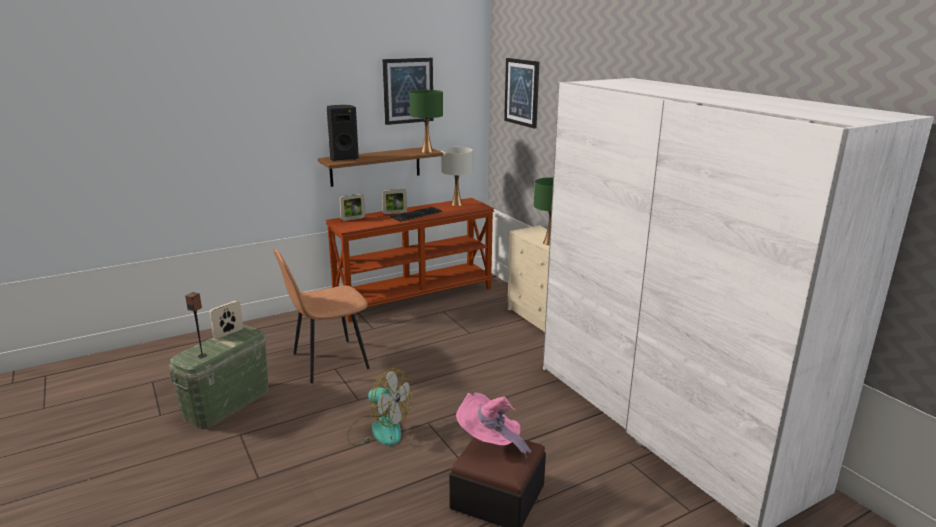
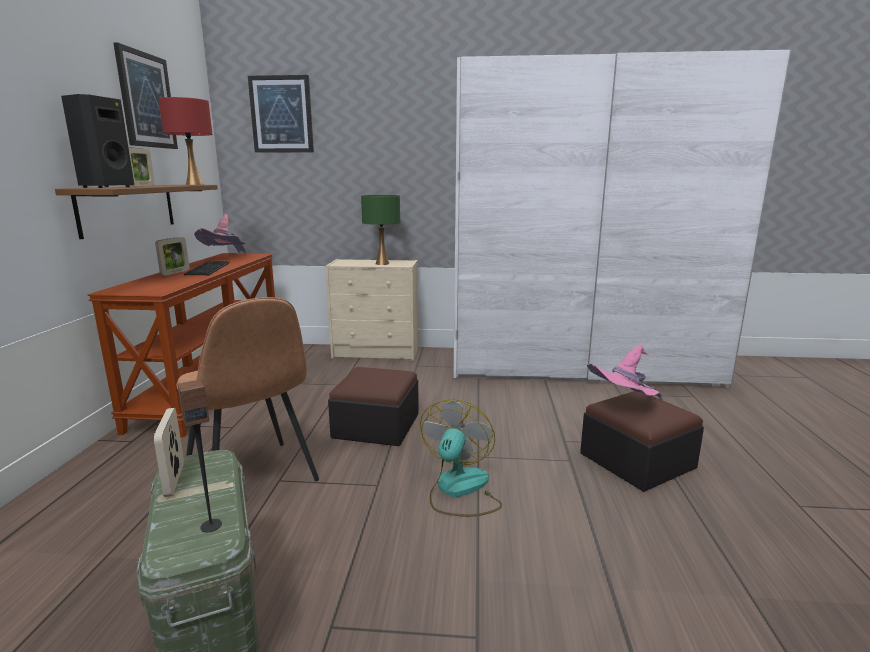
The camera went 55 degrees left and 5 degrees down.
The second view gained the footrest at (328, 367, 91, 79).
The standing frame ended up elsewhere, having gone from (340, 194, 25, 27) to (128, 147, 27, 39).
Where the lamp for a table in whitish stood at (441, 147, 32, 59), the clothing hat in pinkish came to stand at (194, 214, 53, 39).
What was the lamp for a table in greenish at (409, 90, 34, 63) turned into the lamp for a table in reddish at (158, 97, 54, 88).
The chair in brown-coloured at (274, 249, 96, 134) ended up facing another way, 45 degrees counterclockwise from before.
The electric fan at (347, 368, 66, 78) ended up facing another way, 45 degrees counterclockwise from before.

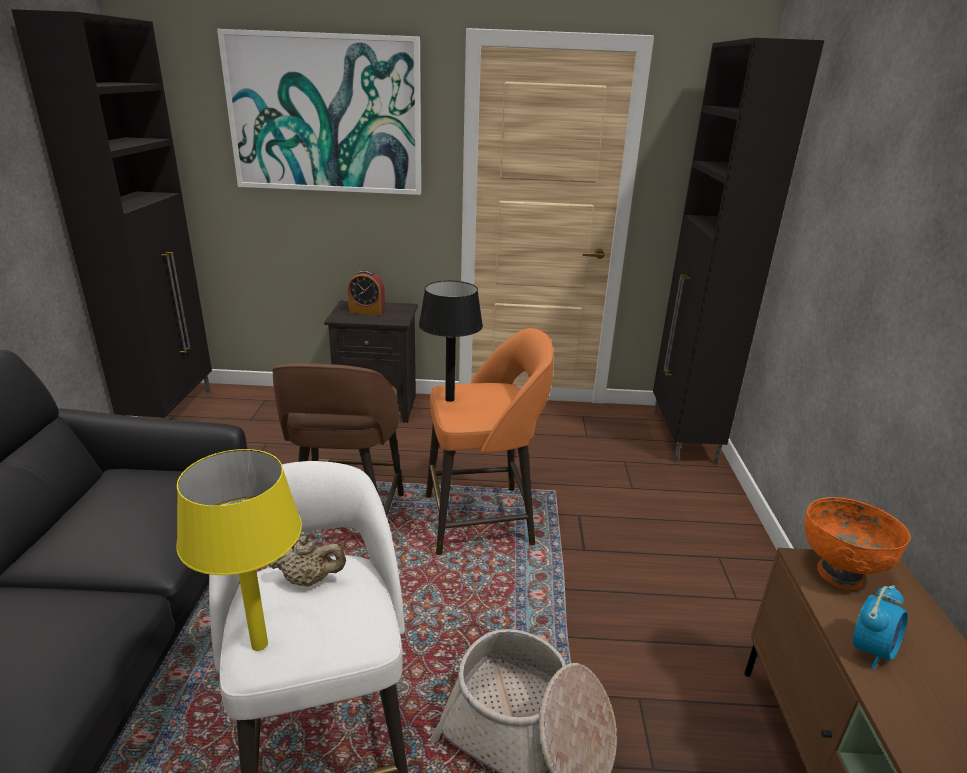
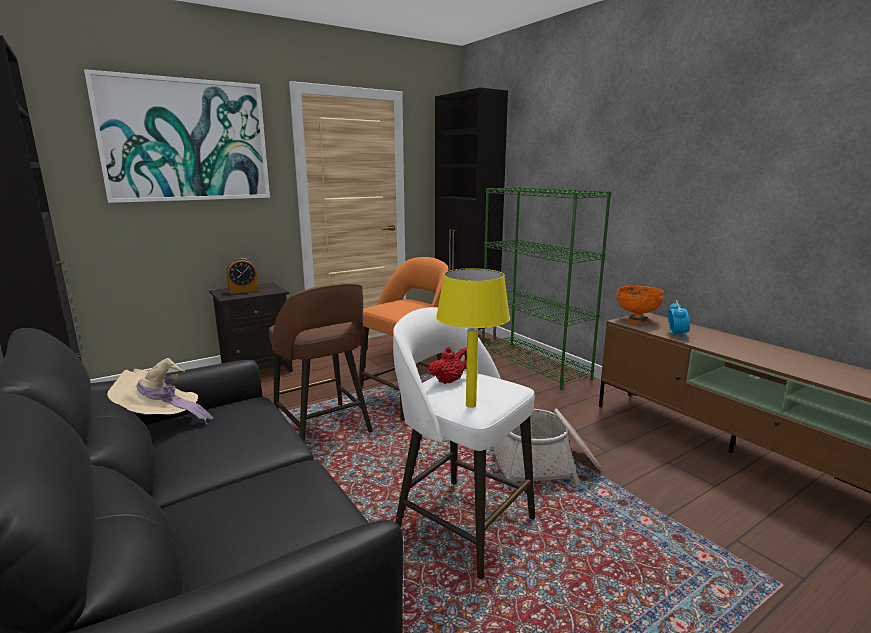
The camera went 35 degrees left and 10 degrees down.
The second view lost the lamp for a table in blackish at (419, 281, 64, 121).
The second view gained the clothing hat in sand-coloured at (107, 358, 106, 67).
The second view gained the bookshelf in greenish at (482, 187, 129, 203).
What was the tea pot in sand-coloured at (268, 536, 78, 50) turned into the tea pot in reddish at (428, 347, 39, 37).

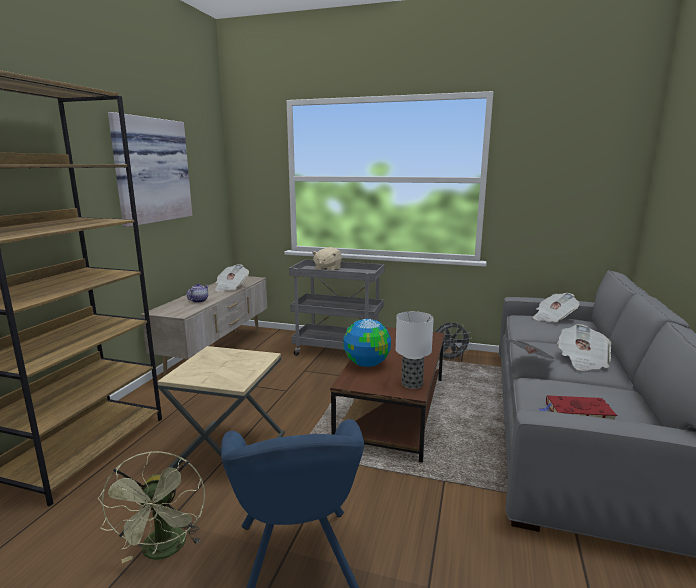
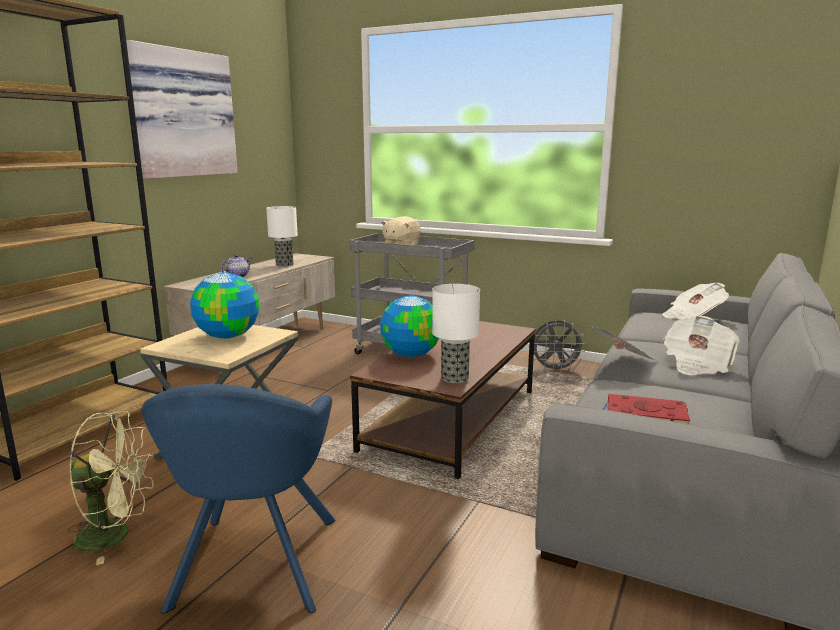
The camera went 10 degrees right and 0 degrees up.
The second view gained the world globe at (190, 272, 69, 67).
Where the newspaper stood at (215, 264, 34, 28), the lamp for a table came to stand at (266, 206, 32, 61).
The electric fan in greenish at (98, 451, 107, 112) ended up facing another way, 90 degrees counterclockwise from before.

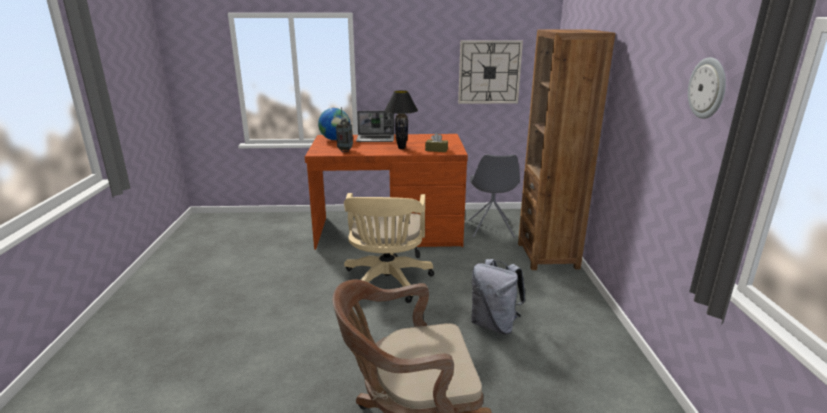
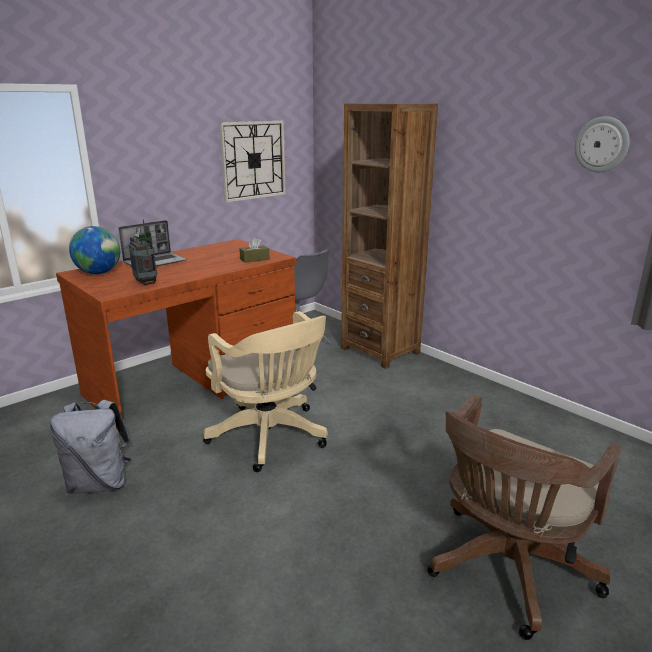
The camera went 40 degrees left and 0 degrees up.
The second view lost the lamp for a table in blackish at (385, 90, 33, 59).
The backpack in greyish ended up elsewhere, having gone from (471, 259, 54, 75) to (50, 399, 81, 95).

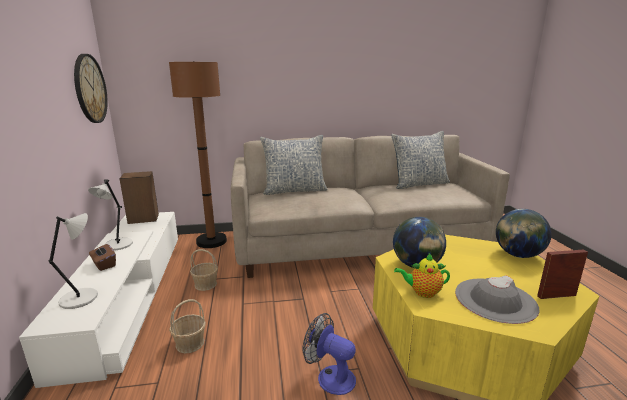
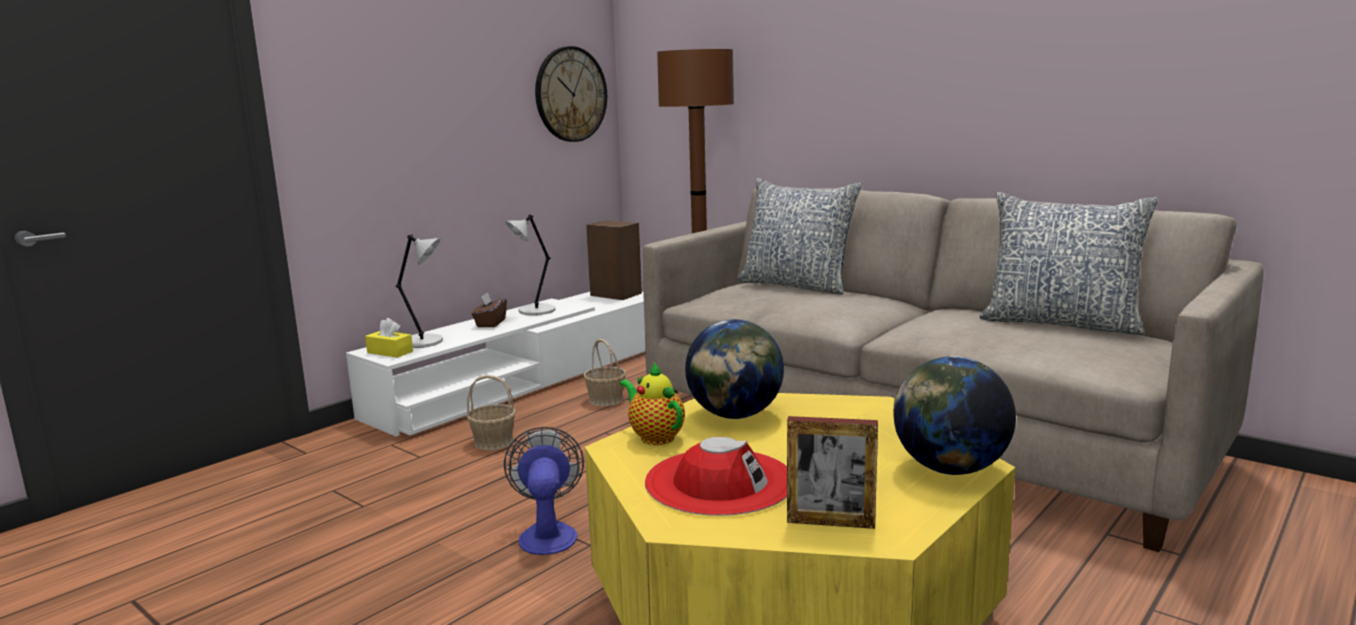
The camera went 50 degrees right and 5 degrees down.
The second view gained the tissue holder in yellow-coloured at (365, 318, 48, 40).
What was the clothing hat in greyish at (455, 275, 85, 49) turned into the clothing hat in reddish at (645, 437, 142, 79).
The standing frame at (537, 249, 51, 50) ended up facing another way, 150 degrees clockwise from before.

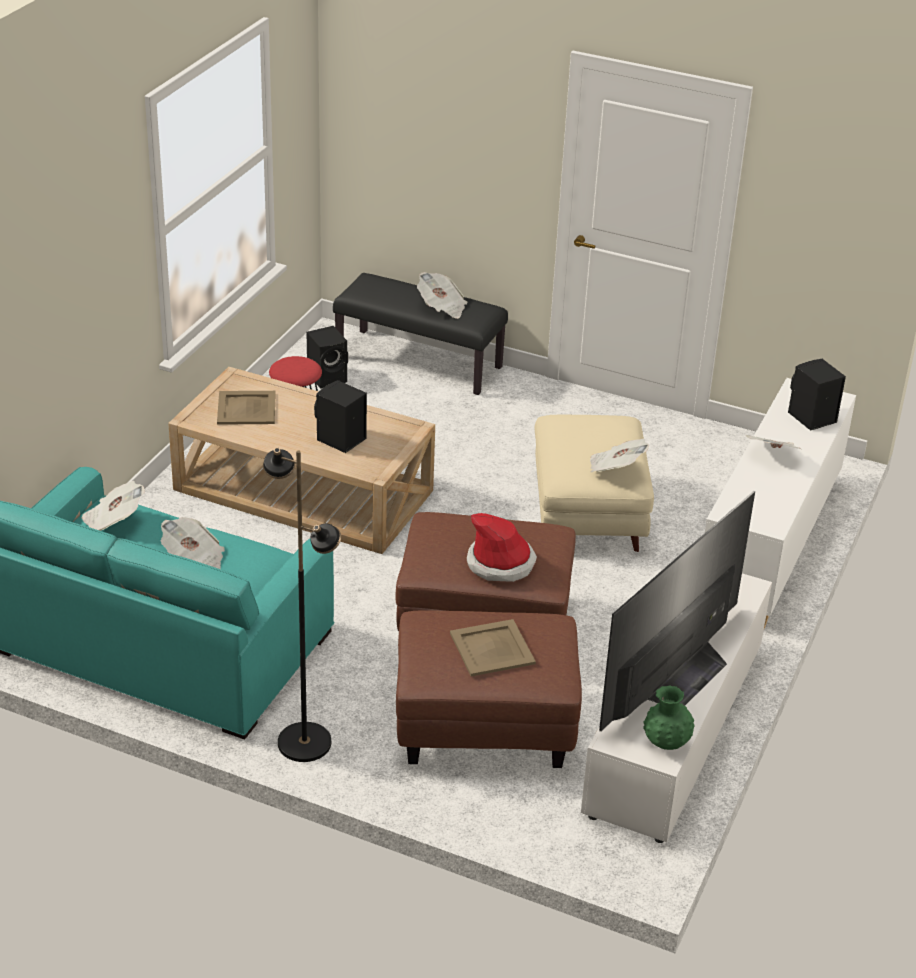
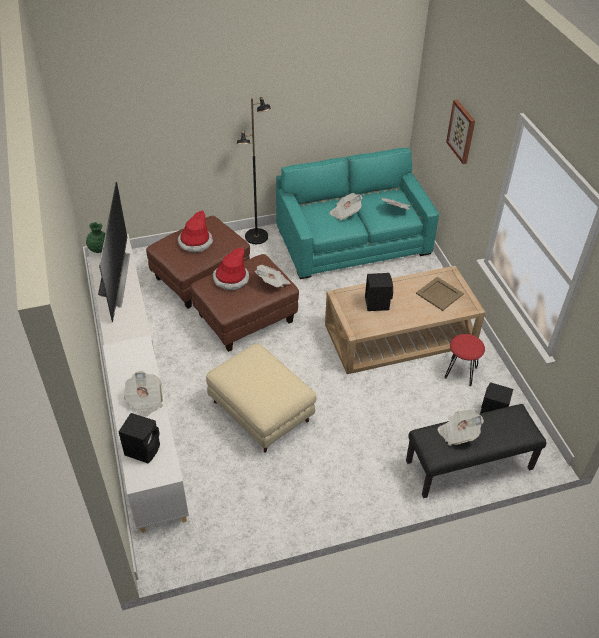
The camera went 140 degrees right and 10 degrees up.
The second view gained the picture at (446, 99, 29, 65).
The newspaper ended up elsewhere, having gone from (590, 439, 59, 33) to (255, 265, 35, 23).
Where the serving tray in sand-coloured stood at (450, 619, 86, 57), the clothing hat came to stand at (178, 210, 35, 43).

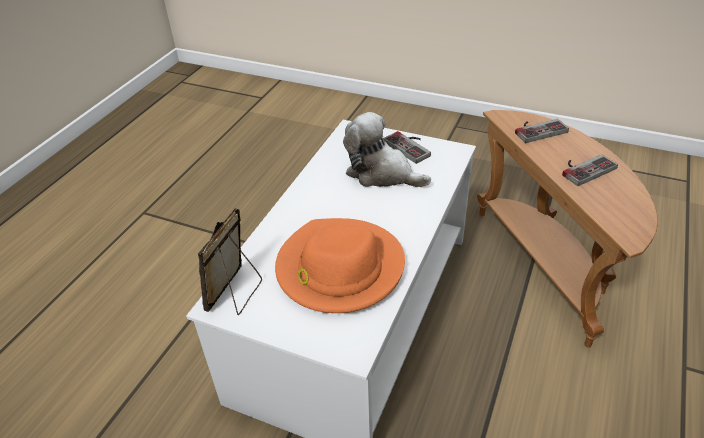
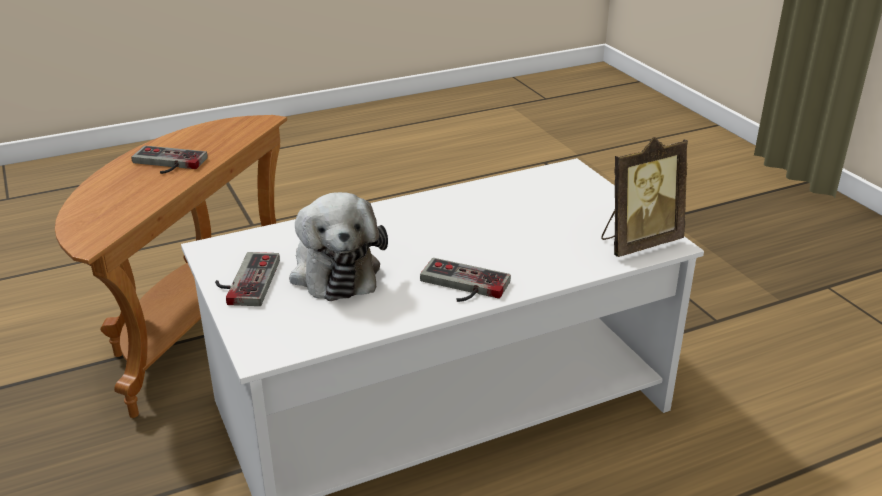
The camera went 140 degrees left and 10 degrees down.
The second view lost the clothing hat in orange at (275, 218, 130, 95).
The joypad ended up elsewhere, having gone from (515, 119, 54, 24) to (420, 258, 91, 44).

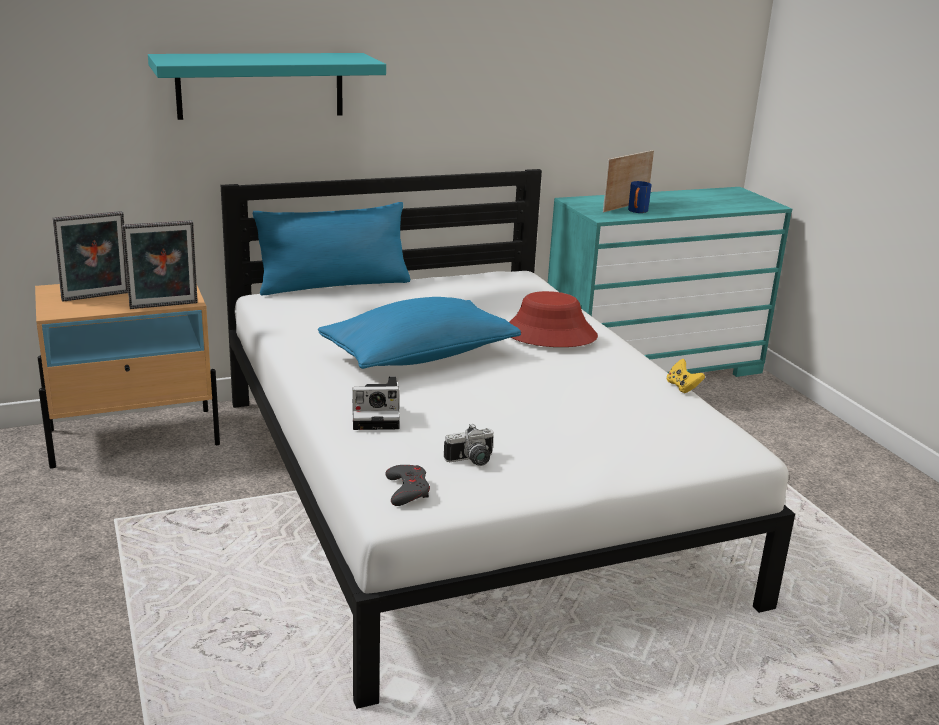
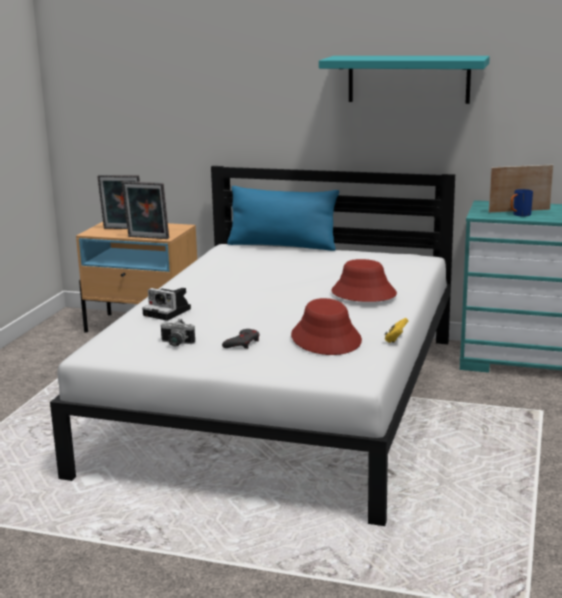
The camera went 40 degrees right and 5 degrees down.
The second view lost the cushion in bluish at (318, 297, 203, 72).
The second view gained the clothing hat in reddish at (291, 298, 71, 57).
The bracket shelf in turquoise ended up elsewhere, having gone from (148, 53, 238, 67) to (319, 56, 171, 48).
The joypad in greyish ended up elsewhere, having gone from (385, 465, 45, 41) to (222, 329, 38, 20).

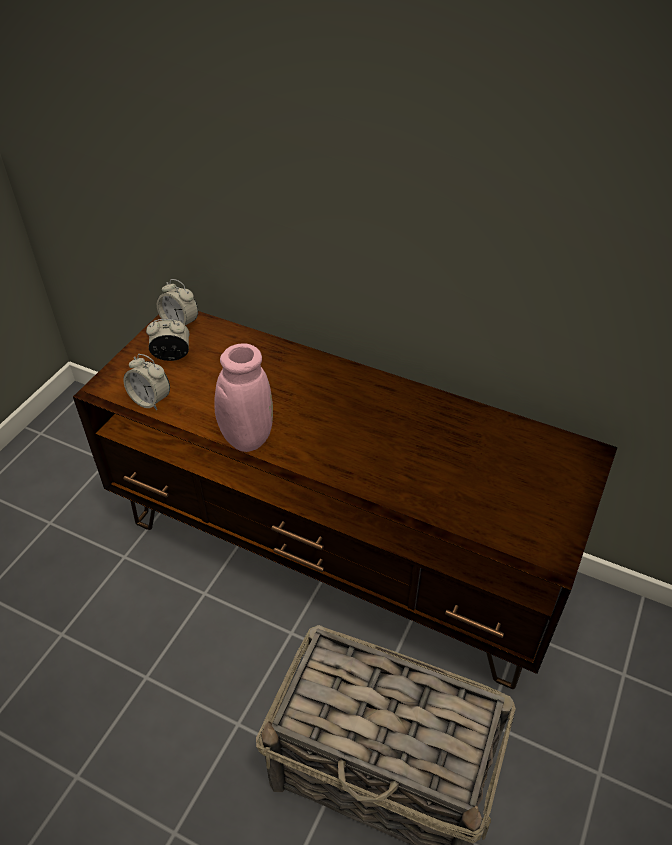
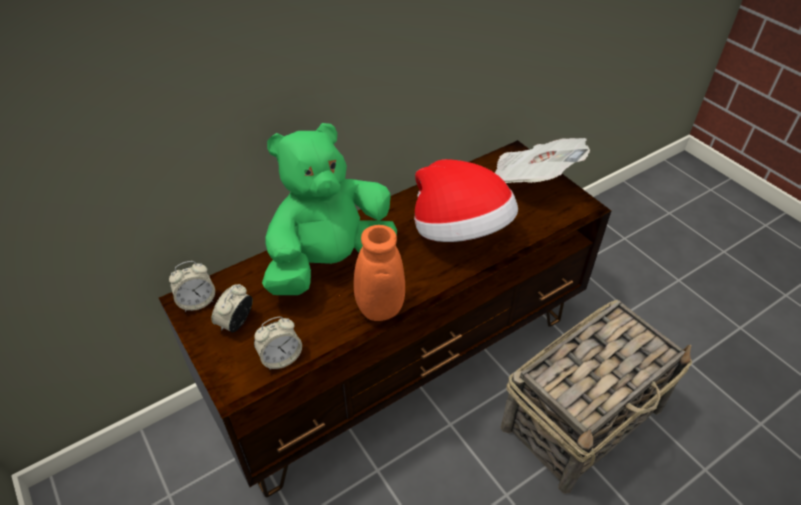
The camera went 60 degrees left and 0 degrees up.
The second view gained the soft toy in greenish at (262, 123, 135, 172).
The second view gained the clothing hat at (414, 159, 104, 83).
The second view gained the newspaper at (495, 138, 95, 45).
What was the decorative vase in pinkish at (142, 343, 131, 109) turned into the decorative vase in orange at (354, 225, 51, 96).

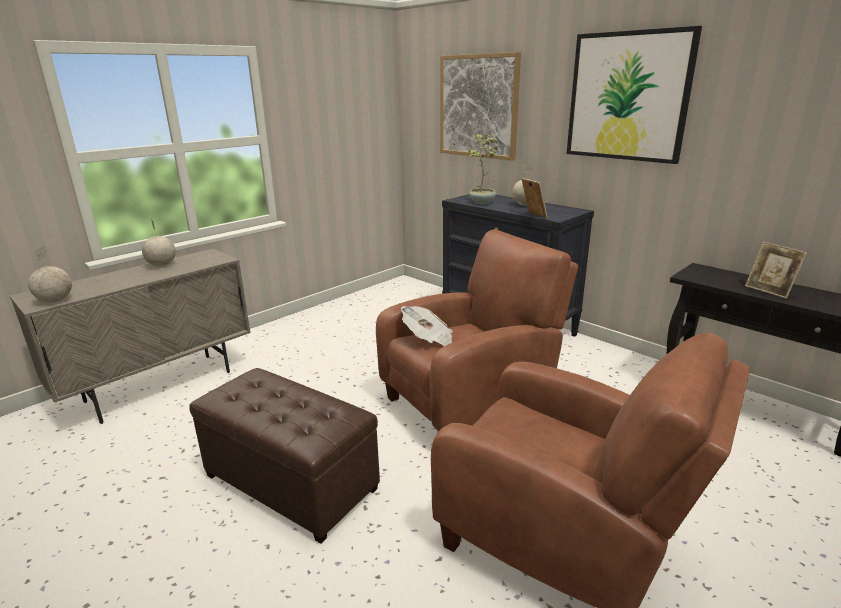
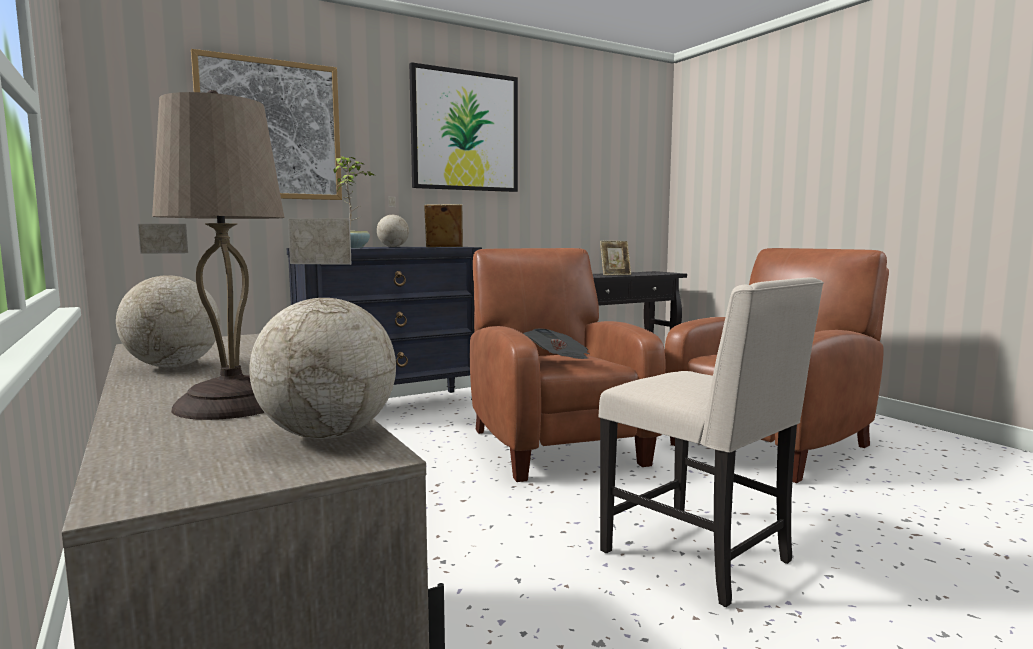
The camera went 75 degrees left and 15 degrees down.
The second view gained the lamp for a table in sand-coloured at (152, 90, 132, 330).
Where the footrest in brown-coloured stood at (189, 368, 191, 176), the chair in sand-coloured came to stand at (599, 277, 225, 330).

